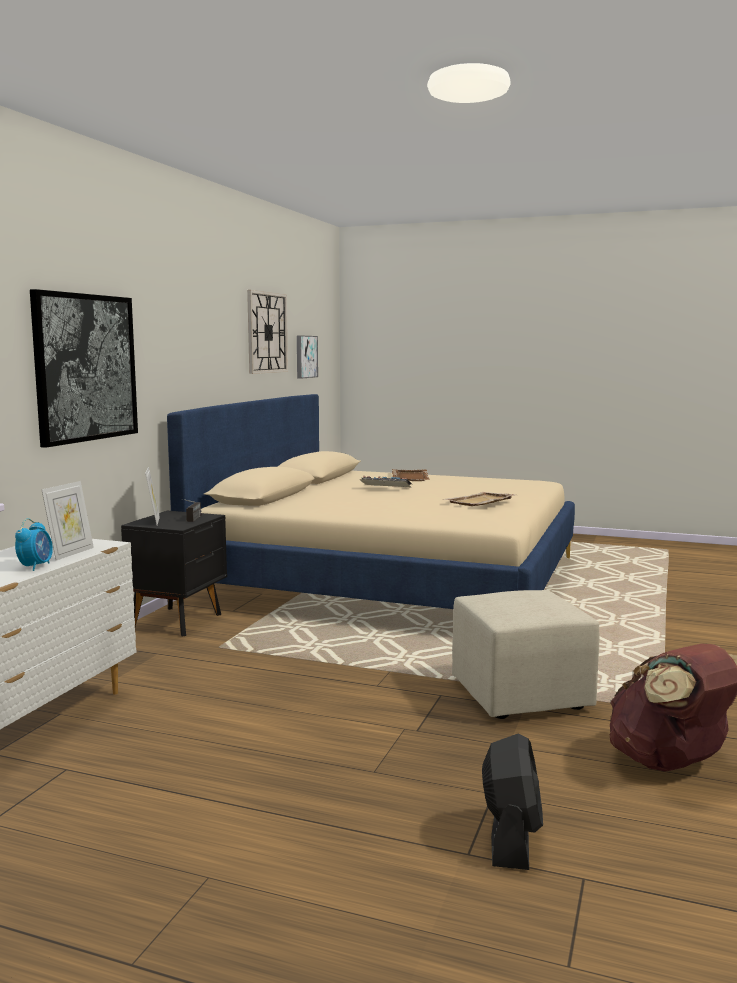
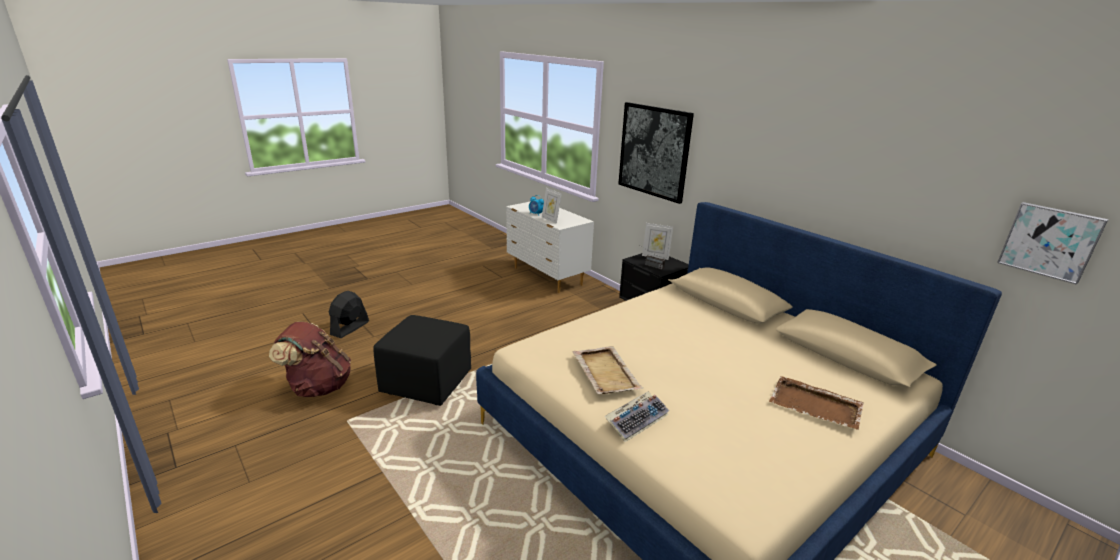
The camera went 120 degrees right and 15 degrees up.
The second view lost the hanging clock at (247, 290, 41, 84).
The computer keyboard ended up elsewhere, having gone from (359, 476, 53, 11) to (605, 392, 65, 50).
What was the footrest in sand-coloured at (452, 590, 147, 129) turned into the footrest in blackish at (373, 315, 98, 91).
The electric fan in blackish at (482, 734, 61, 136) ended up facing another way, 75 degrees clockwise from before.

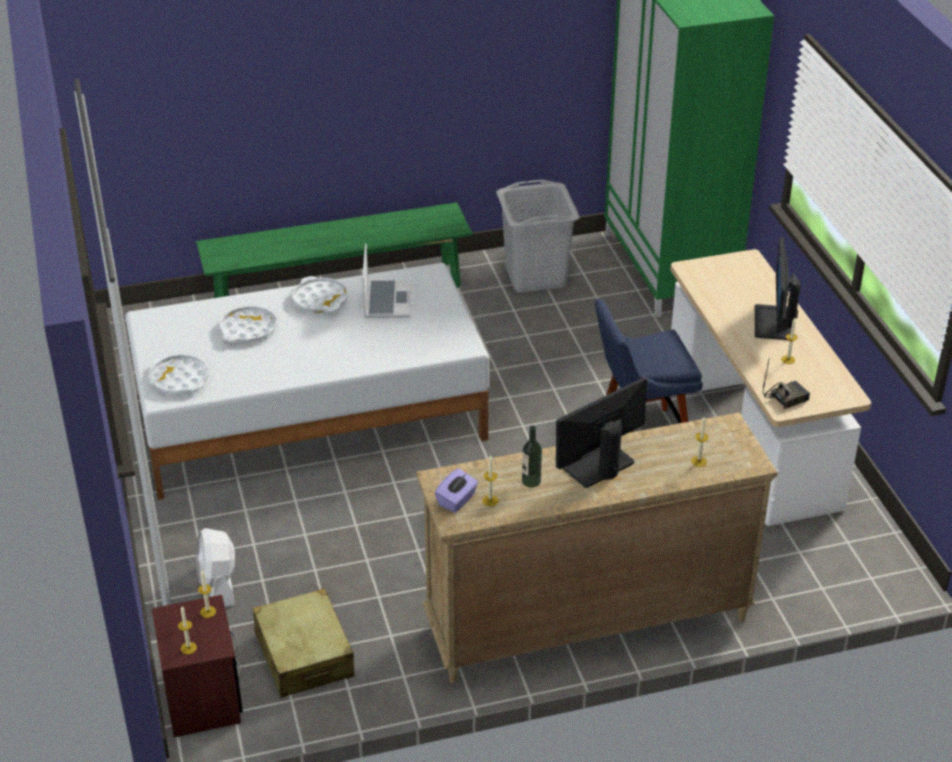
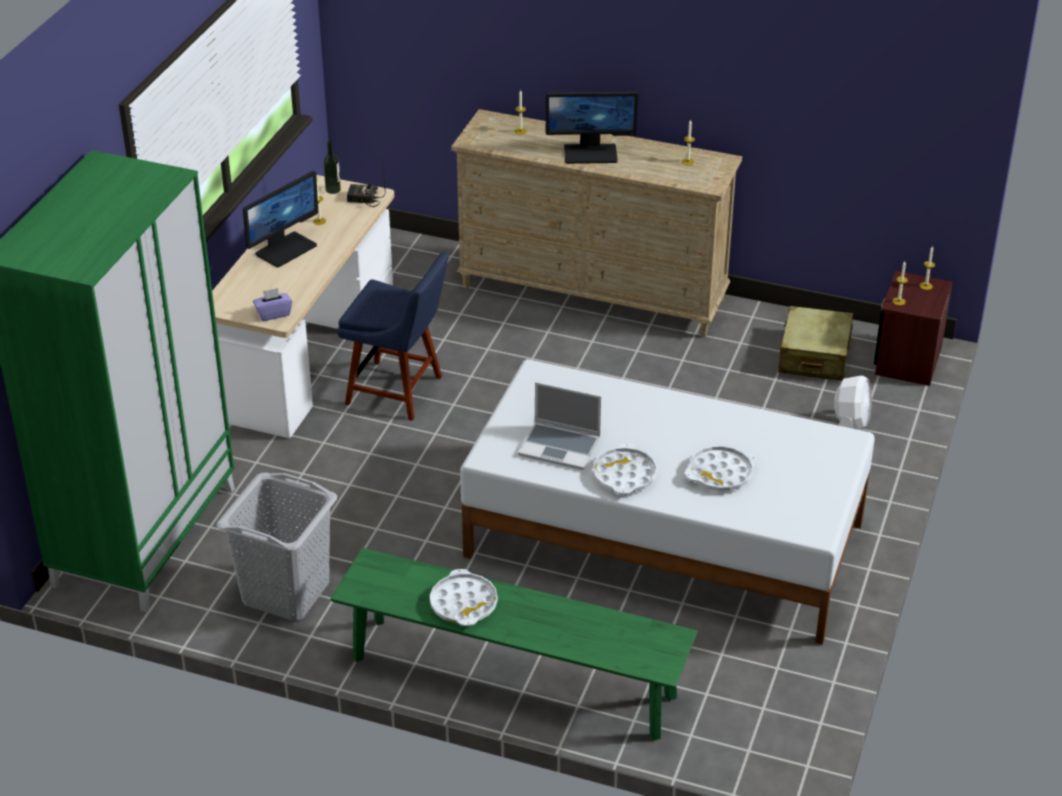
The camera went 145 degrees left and 0 degrees up.
The serving tray in whitish ended up elsewhere, having gone from (149, 354, 60, 40) to (430, 569, 68, 57).
The tissue holder in purple ended up elsewhere, having gone from (435, 468, 43, 45) to (253, 288, 39, 33).
The beverage bottle ended up elsewhere, having gone from (522, 426, 20, 62) to (323, 141, 18, 53).
The portable computer at (362, 243, 50, 75) ended up facing another way, 105 degrees counterclockwise from before.

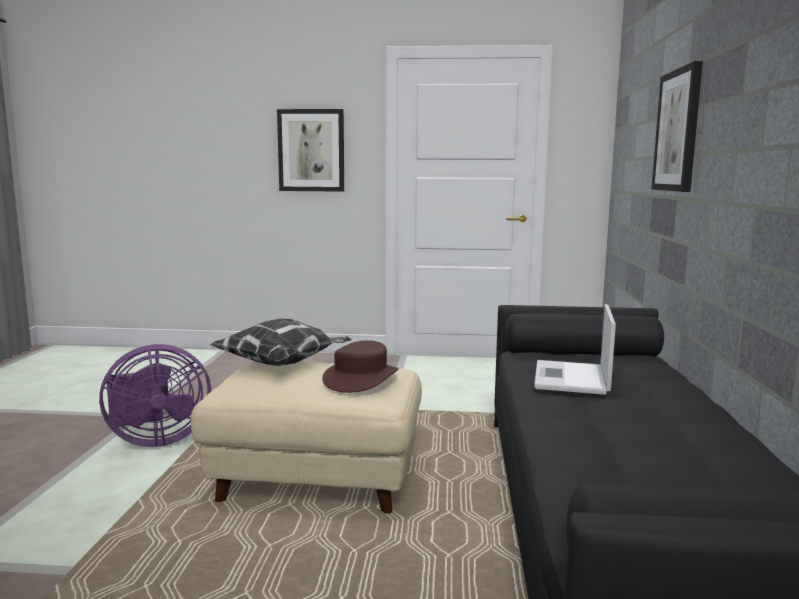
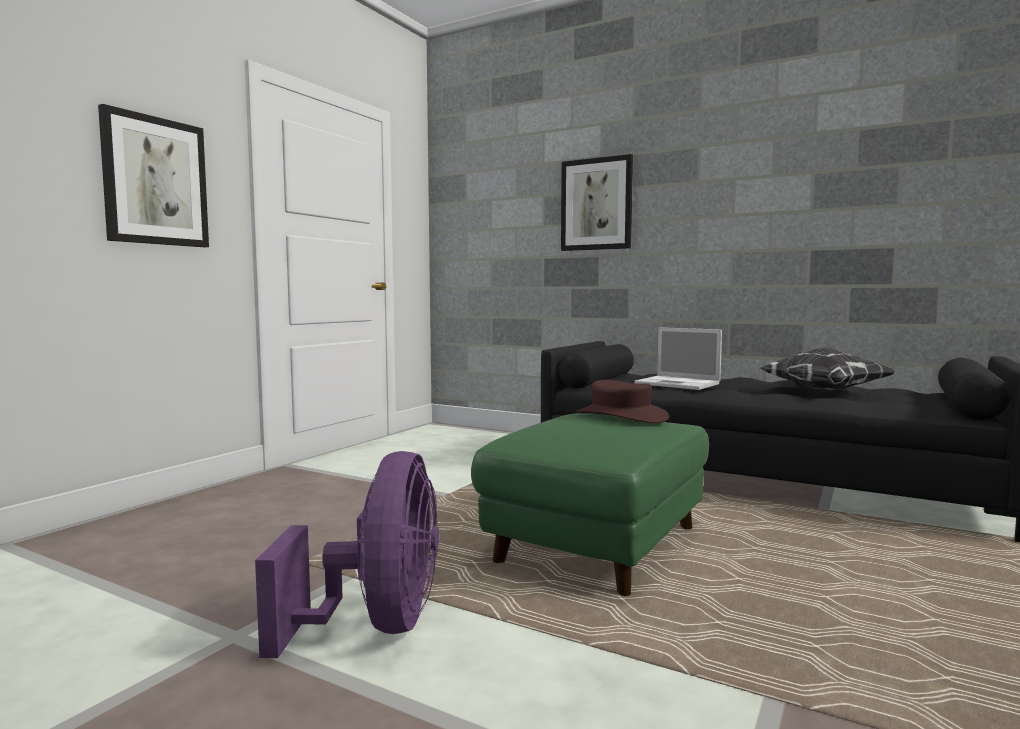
The camera went 65 degrees left and 5 degrees down.
The cushion ended up elsewhere, having gone from (210, 319, 142, 47) to (761, 348, 134, 44).
What was the footrest in sand-coloured at (191, 362, 231, 152) turned into the footrest in greenish at (471, 413, 238, 183).

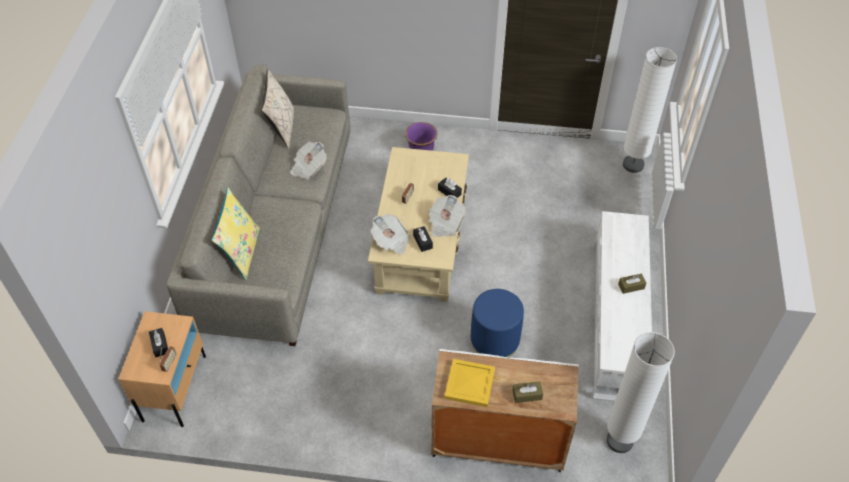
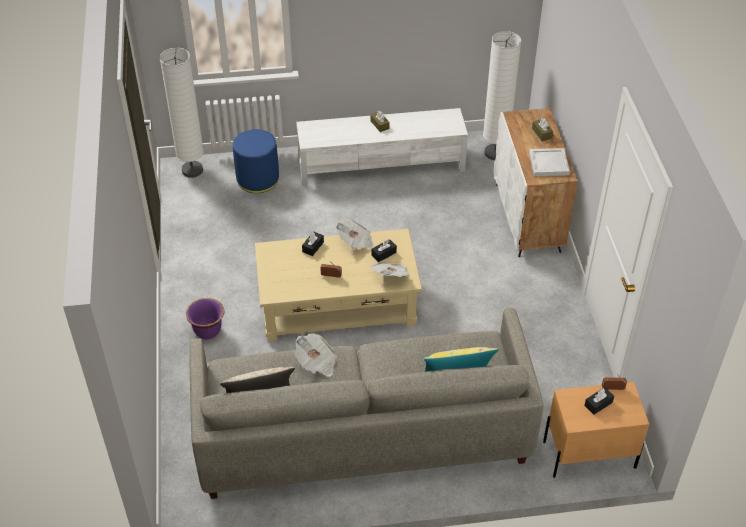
The camera went 105 degrees left and 5 degrees down.
The footrest in bluish ended up elsewhere, having gone from (471, 289, 53, 68) to (233, 129, 46, 64).
What was the serving tray in yellow-coloured at (444, 359, 51, 48) turned into the serving tray in whitish at (529, 148, 41, 28).

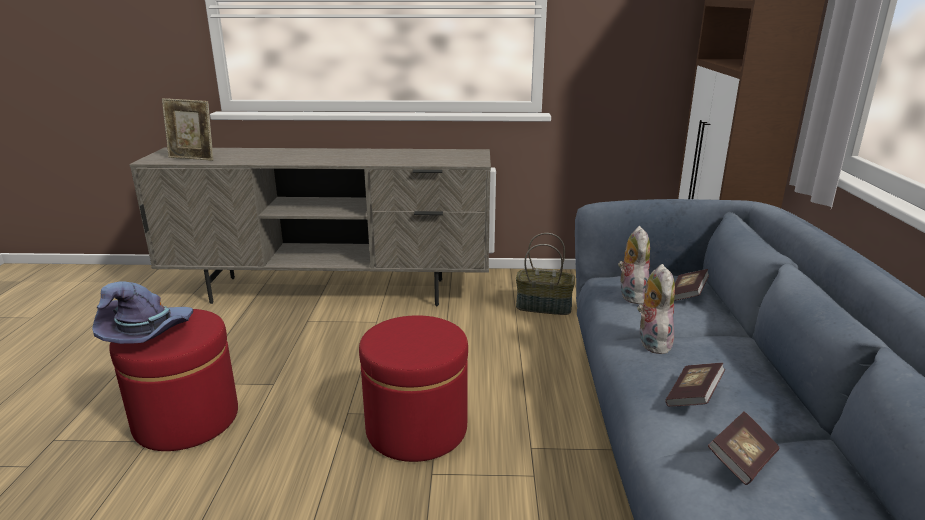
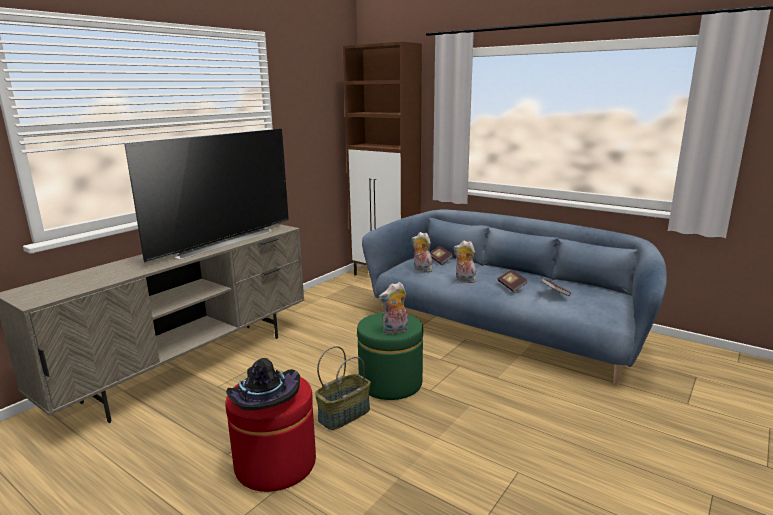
The camera went 55 degrees left and 5 degrees down.
The second view lost the standing frame at (162, 98, 52, 63).
The second view gained the TV set at (124, 129, 165, 134).
The second view gained the soft toy at (379, 282, 29, 52).
The storage basket ended up elsewhere, having gone from (516, 233, 59, 82) to (315, 346, 56, 84).
What was the clothing hat in purple at (92, 281, 101, 63) turned into the clothing hat in blackish at (226, 358, 74, 52).
What was the footrest in reddish at (359, 315, 109, 147) turned into the footrest in greenish at (357, 312, 66, 88).

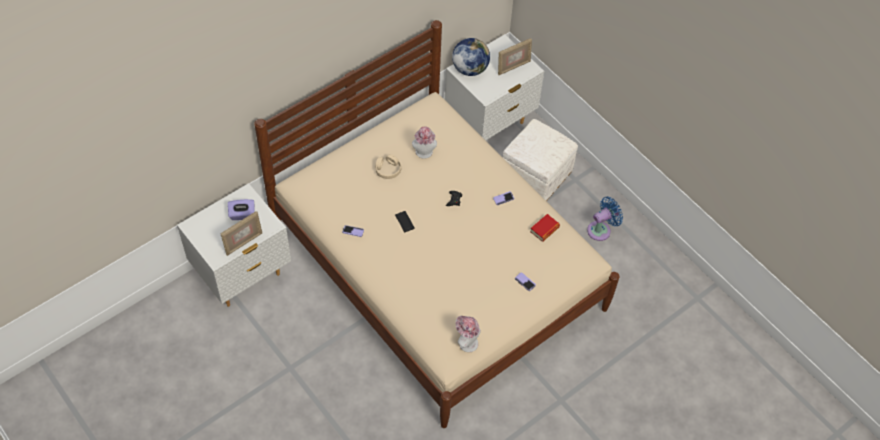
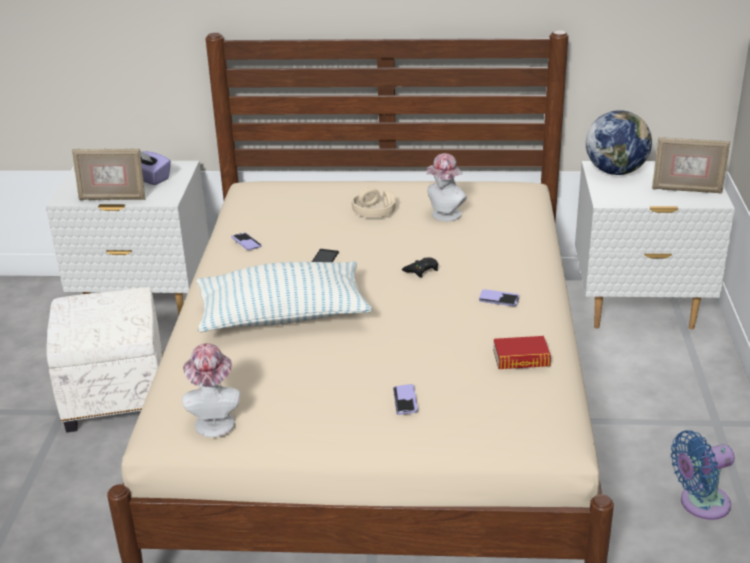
The camera went 45 degrees right and 25 degrees down.
The second view gained the cushion at (196, 261, 176, 71).
The footrest in whitish ended up elsewhere, having gone from (503, 119, 75, 82) to (46, 287, 117, 146).
The electric fan in bluish at (587, 197, 36, 44) ended up facing another way, 150 degrees clockwise from before.

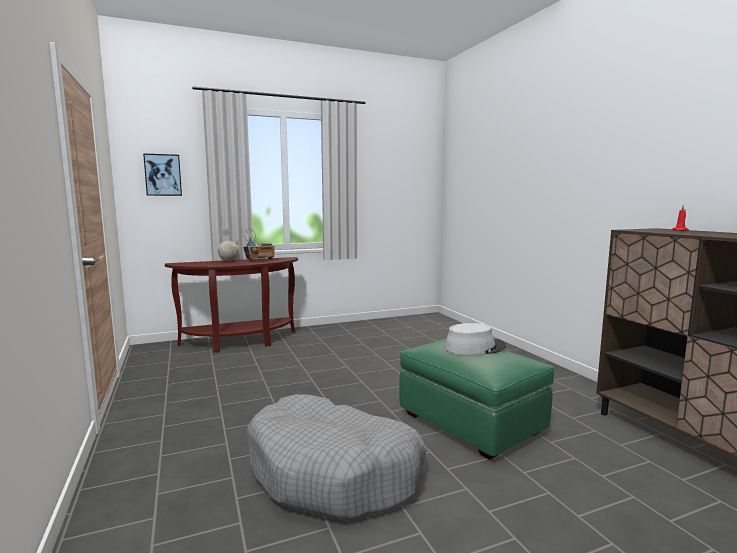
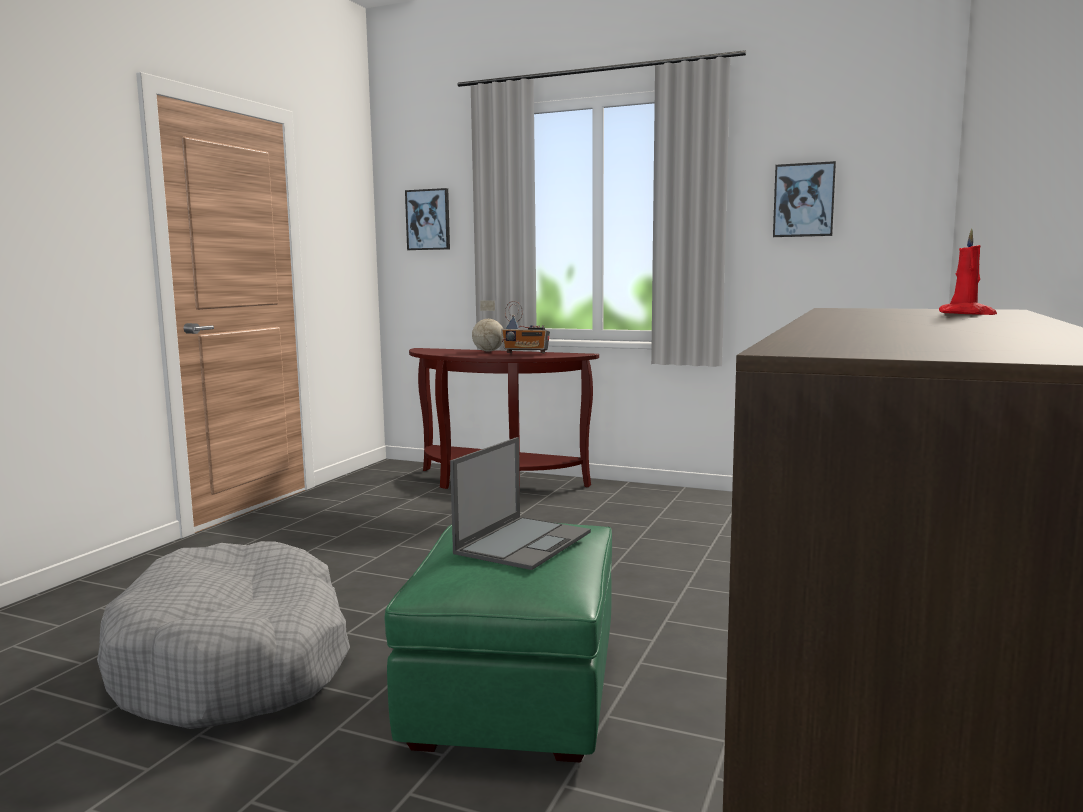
The camera went 45 degrees right and 0 degrees up.
The second view gained the picture at (773, 161, 63, 76).
Where the clothing hat in greyish stood at (445, 323, 61, 32), the portable computer came to stand at (450, 437, 141, 133).

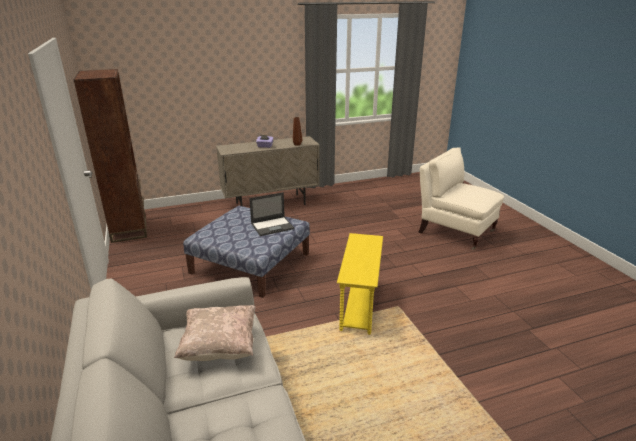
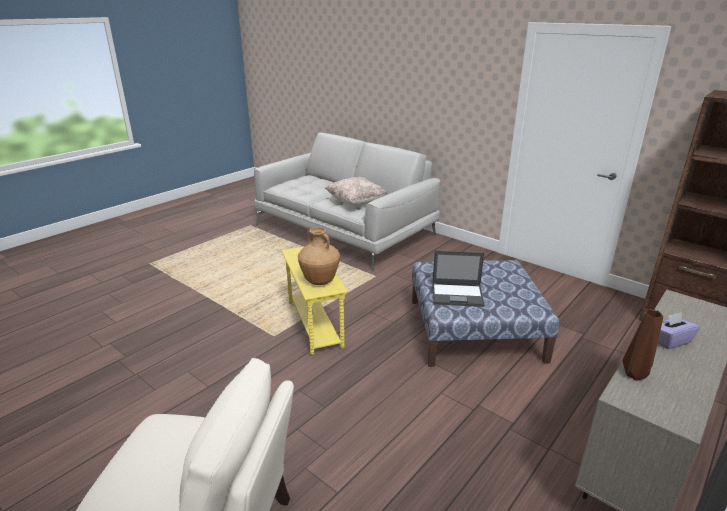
The camera went 150 degrees right and 0 degrees up.
The second view gained the decorative vase in brown-coloured at (298, 227, 42, 58).
The portable computer at (249, 192, 45, 44) ended up facing another way, 120 degrees counterclockwise from before.

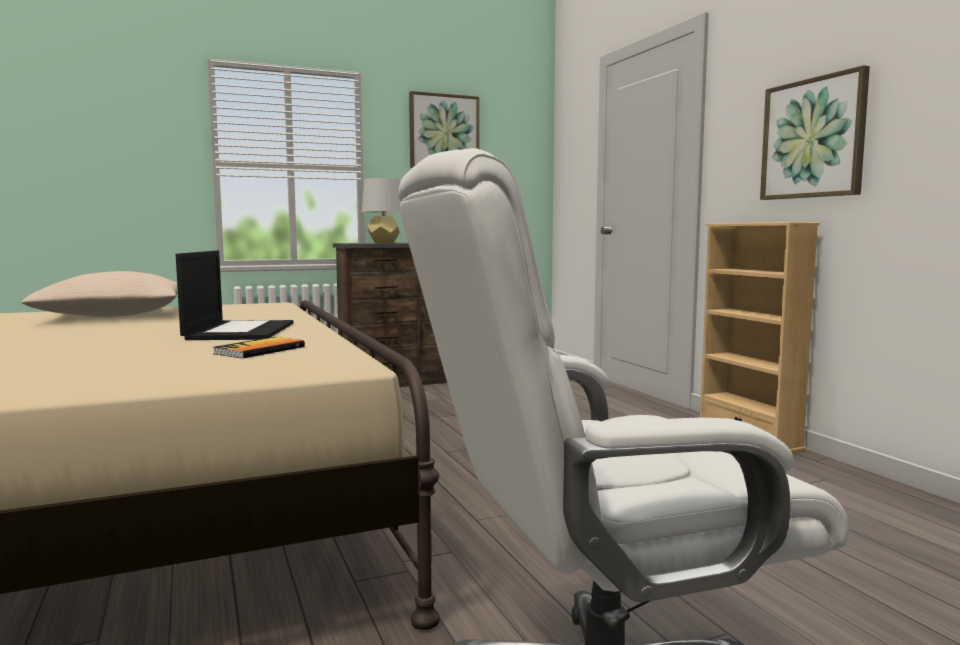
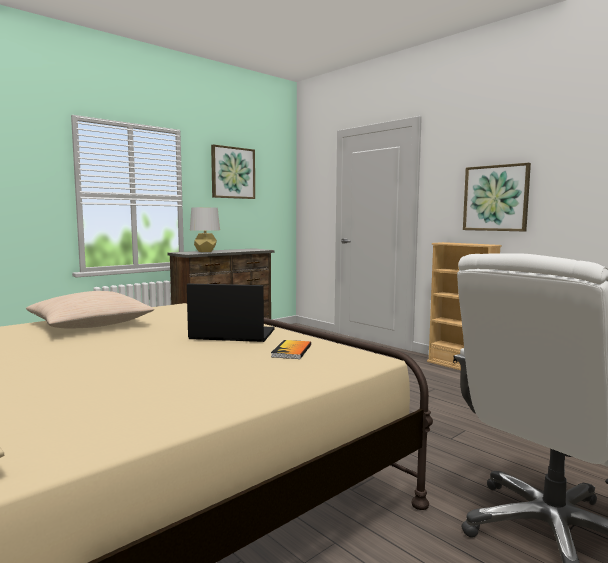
The camera went 20 degrees left and 0 degrees up.
The portable computer at (176, 251, 117, 89) ended up facing another way, 60 degrees counterclockwise from before.

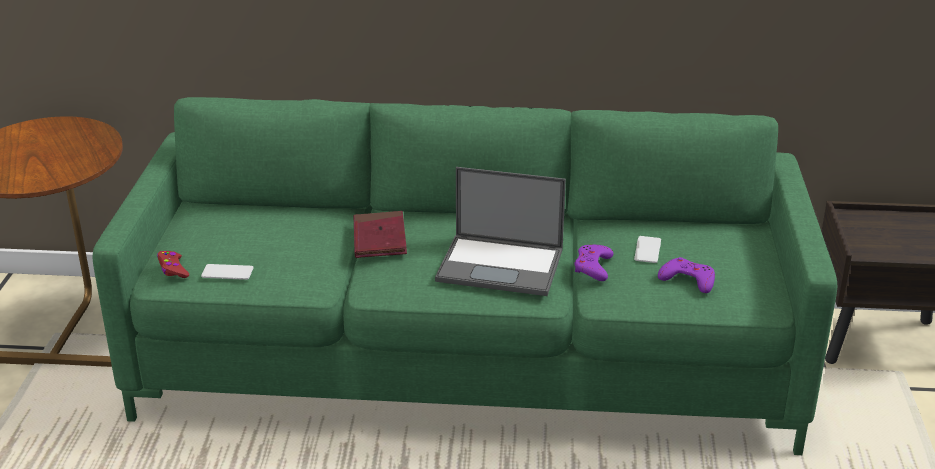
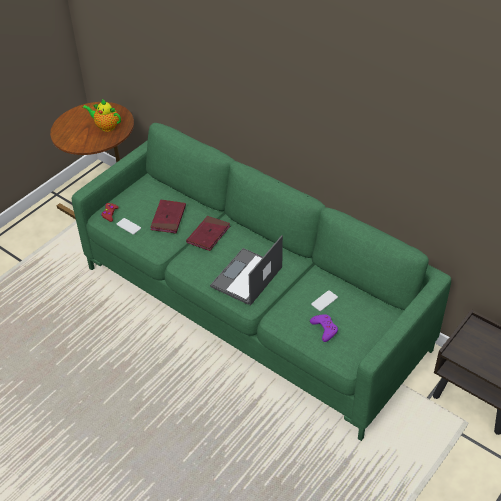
The camera went 35 degrees right and 15 degrees up.
The second view lost the joypad in purple at (575, 245, 38, 36).
The second view gained the tea pot at (82, 99, 39, 33).
The second view gained the volume in reddish at (150, 200, 36, 34).
The portable computer at (435, 167, 131, 129) ended up facing another way, 75 degrees clockwise from before.

